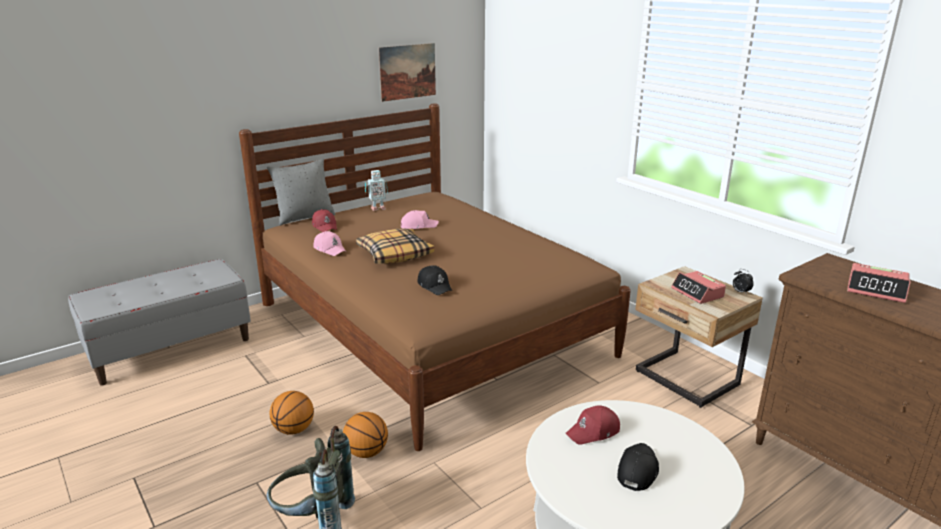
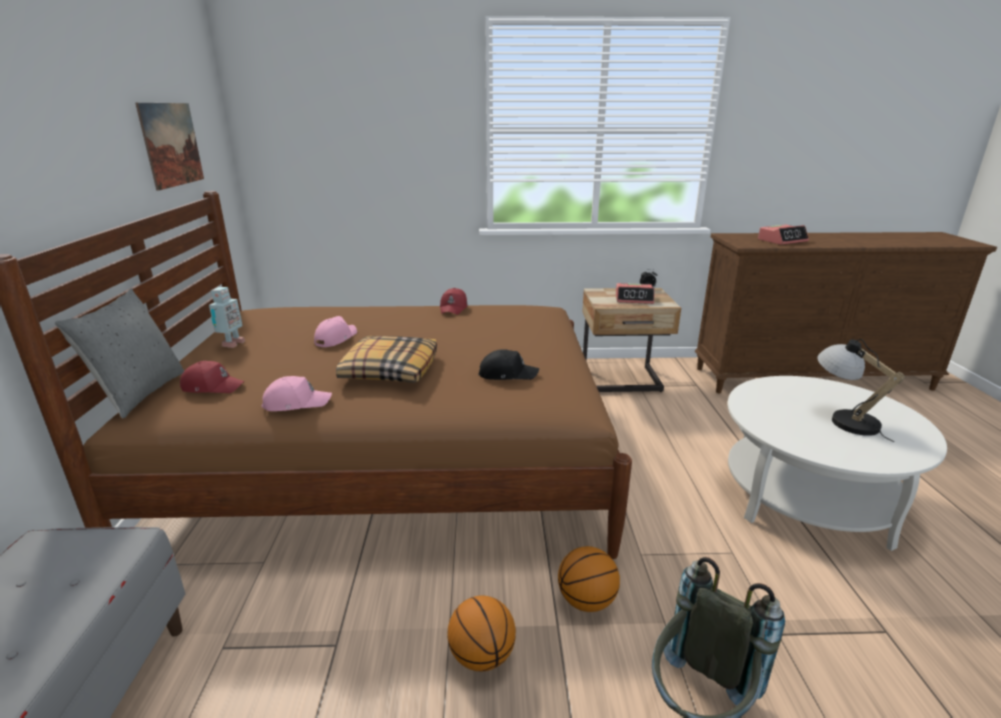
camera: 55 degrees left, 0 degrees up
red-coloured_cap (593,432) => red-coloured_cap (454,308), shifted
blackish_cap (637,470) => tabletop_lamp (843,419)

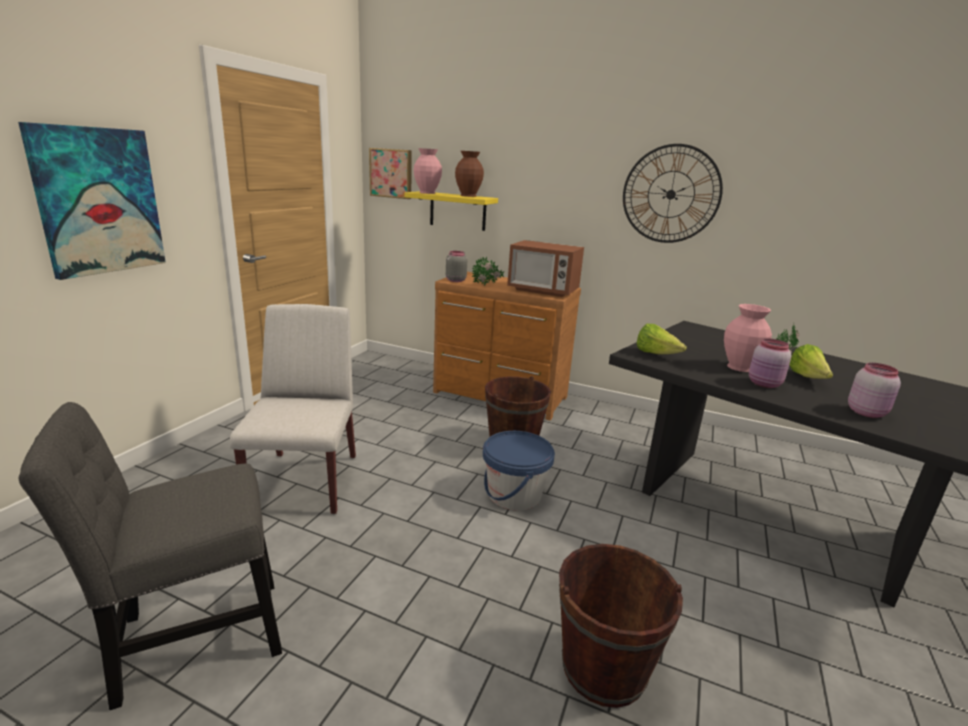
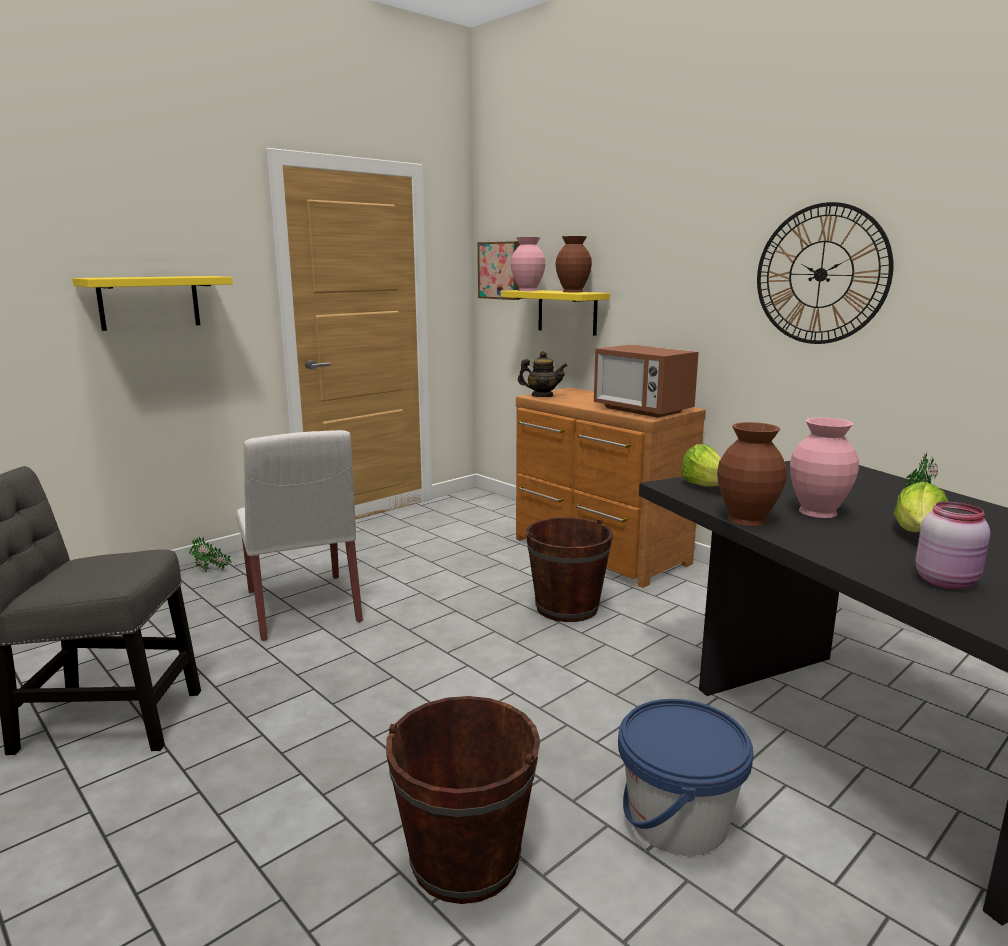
camera: 25 degrees right, 5 degrees down
wall_picture (99,201) => yellow_wall_shelf (149,302)
grey_preserve_jar (455,280) => tea_pot (542,396)
potted_plant (487,285) => potted_plant (211,571), shifted
whitish_plain_chair (305,481) => whitish_plain_chair (303,607), 135 degrees clockwise
pinkish_preserve_jar (764,384) => nothing
bluish_water_bucket (514,494) => bluish_water_bucket (677,819), shifted
nothing => brown_vase (747,519)

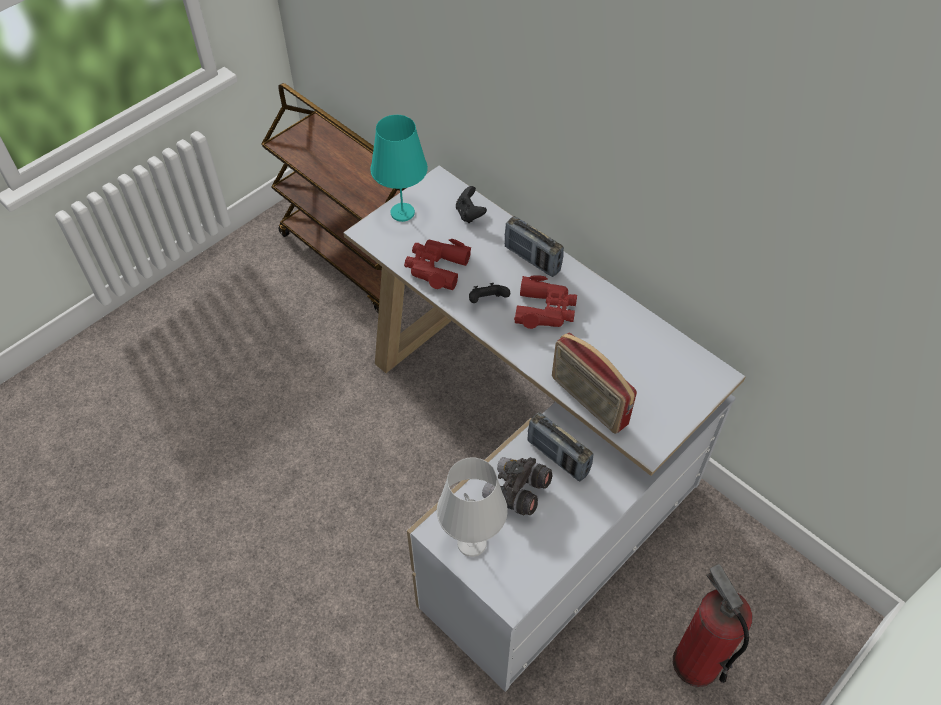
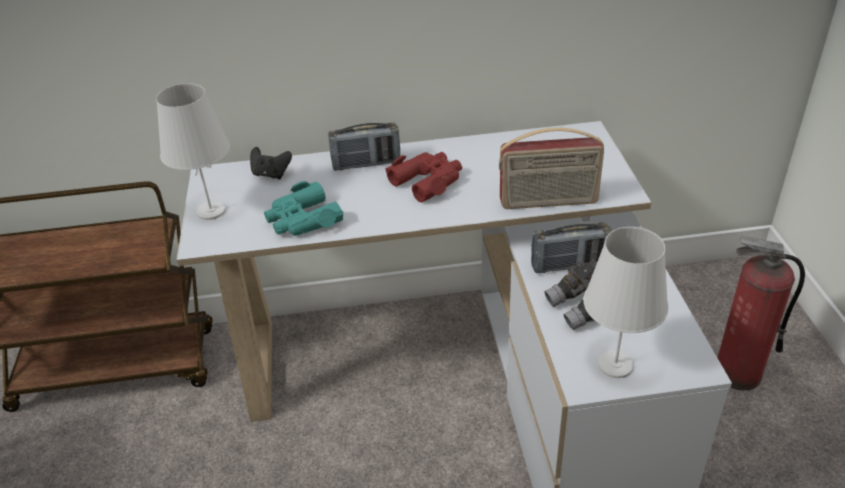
camera: 50 degrees left, 15 degrees down
turquoise_tabletop_lamp (403,212) => whitish_tabletop_lamp (211,210)
red-coloured_pair_of_binoculars (436,268) => turquoise_pair_of_binoculars (303,220)
blackish_gamepad (487,301) => nothing

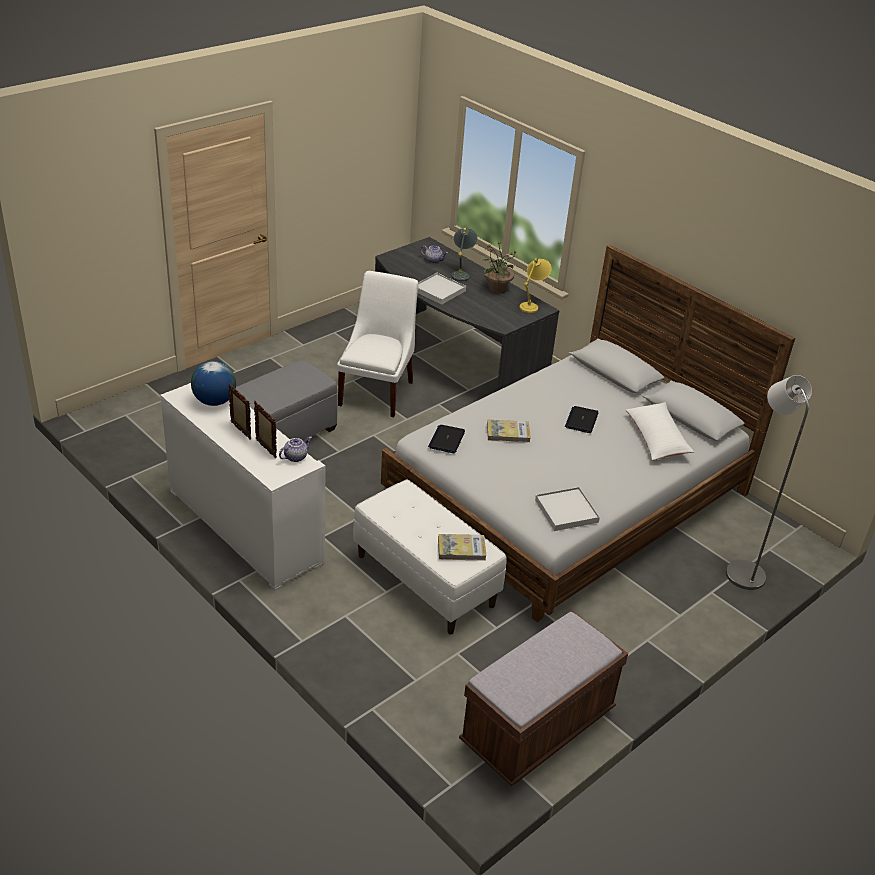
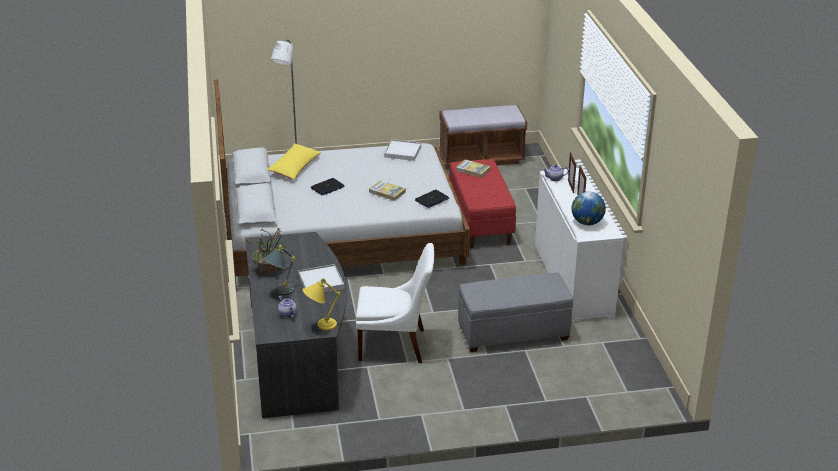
camera: 145 degrees left, 5 degrees down
yellow_tabletop_lamp (532,305) => yellow_tabletop_lamp (320,326), shifted
whitish_plain_chair (377,391) => whitish_plain_chair (395,345), 135 degrees counterclockwise
whitish_pillow (657,438) => yellow_pillow (294,167)
whitish_bench (426,580) => red-coloured_bench (479,222)

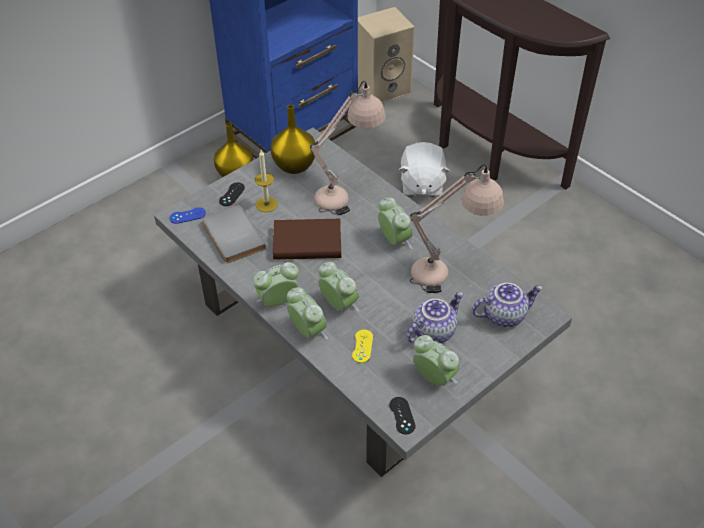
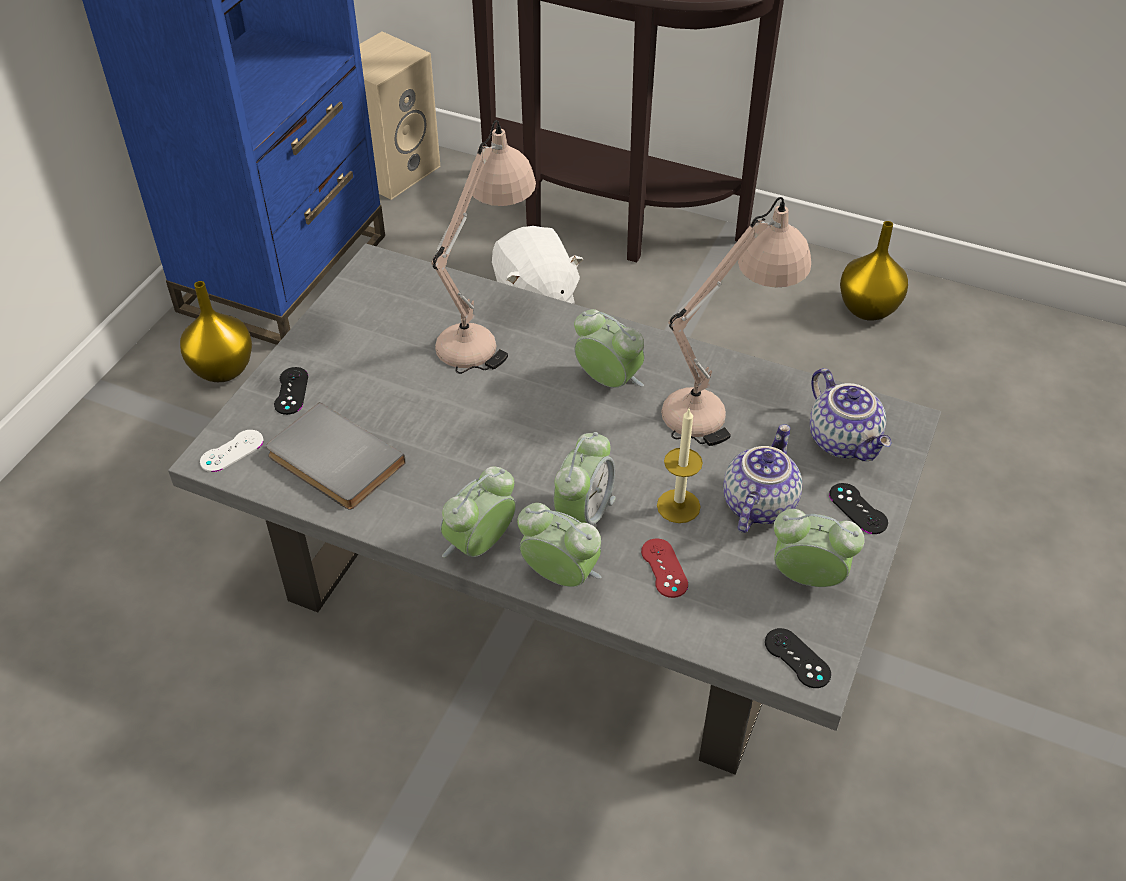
camera: 25 degrees left, 0 degrees up
yellow_vase (295,165) => yellow_vase (867,308), shifted
wax_light (266,204) => wax_light (678,506), shifted
bluish_gamepad (187,215) => whitish_gamepad (232,451)
brown_bound_book (307,243) => nothing
table_clock (338,305) => table_clock (584,514), 90 degrees clockwise
tea_pot (504,315) => tea_pot (845,441), 105 degrees clockwise
yellow_gamepad (362,346) => red-coloured_gamepad (664,568)
nothing => blackish_gamepad (858,509)

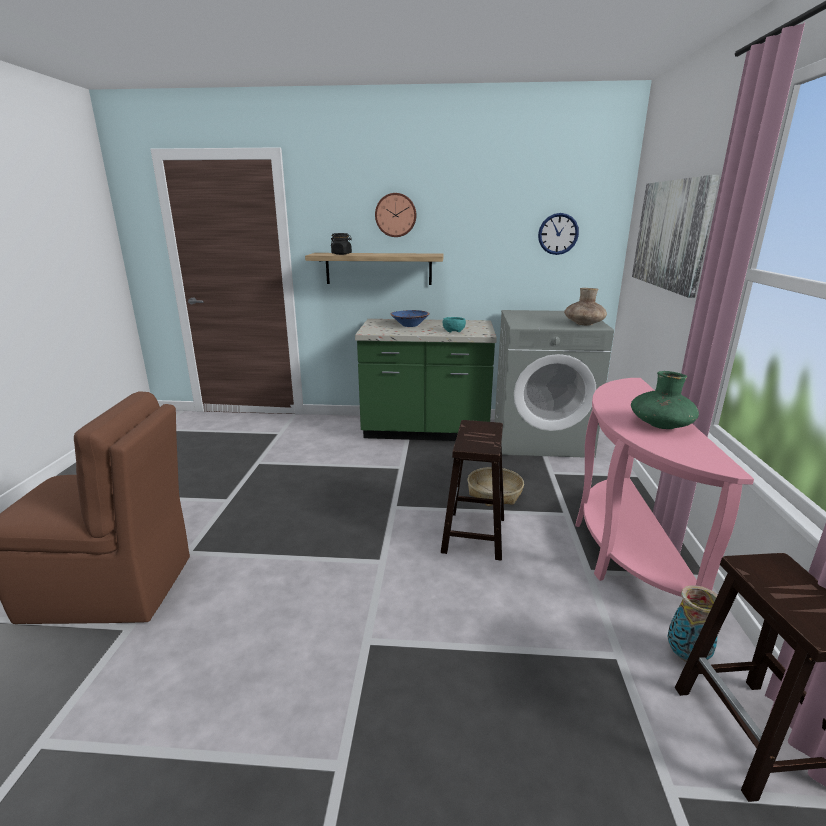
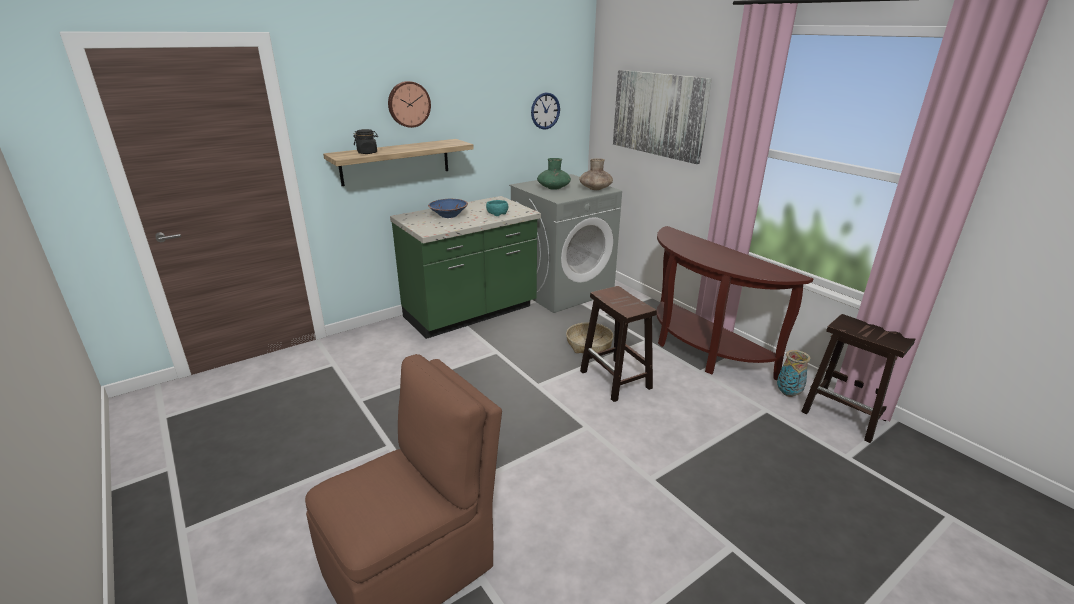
camera: 40 degrees left, 5 degrees up
green_vase (660,425) => green_vase (553,188), shifted
pinkish_console_table (623,550) => brown_console_table (700,350)

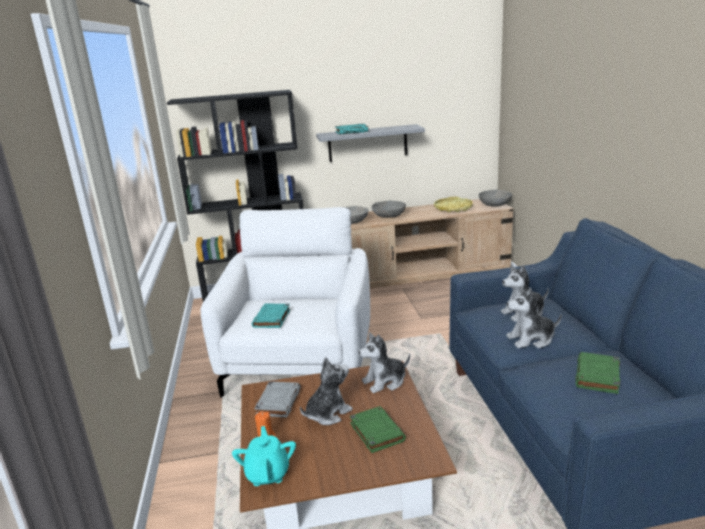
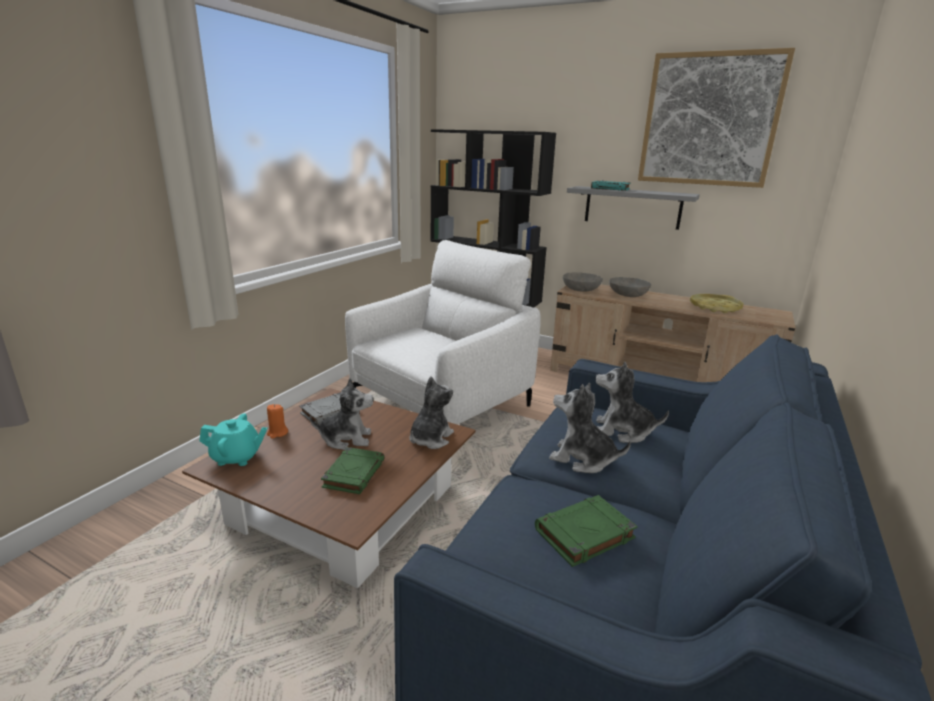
camera: 35 degrees right, 0 degrees up
grey_deep_dish (494,205) => nothing
turquoise_bound_book (272,319) => nothing
soft_toy (385,381) => soft_toy (430,438), 105 degrees clockwise
turquoise_tea_pot (268,473) => turquoise_tea_pot (237,457), 60 degrees clockwise
nothing => wall_picture (709,120)

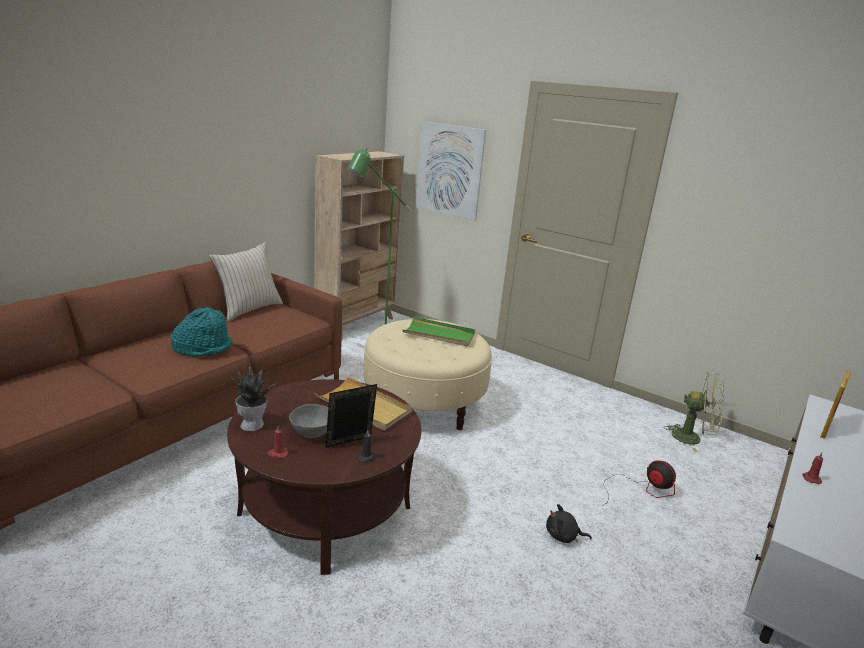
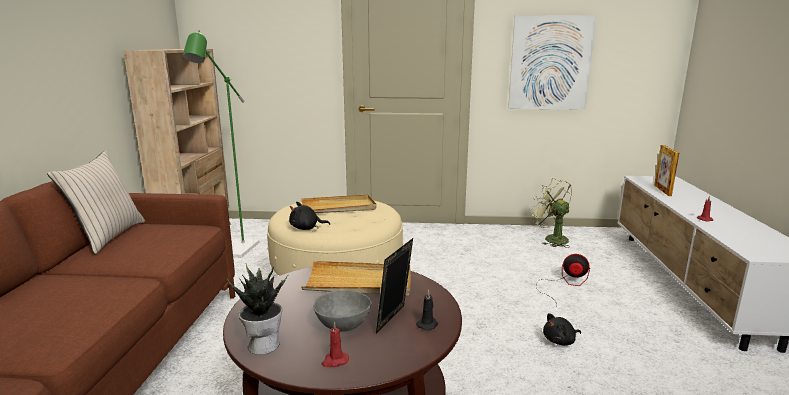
camera: 30 degrees left, 5 degrees down
wall_picture (449,170) => wall_picture (550,63), shifted
turquoise_clothing_hat (203,347) => nothing
green_carrying_tray (439,334) => beige_carrying_tray (339,207)
green_fan (693,438) => green_fan (551,239), 120 degrees counterclockwise
nothing => blackish_soft_toy (306,228)

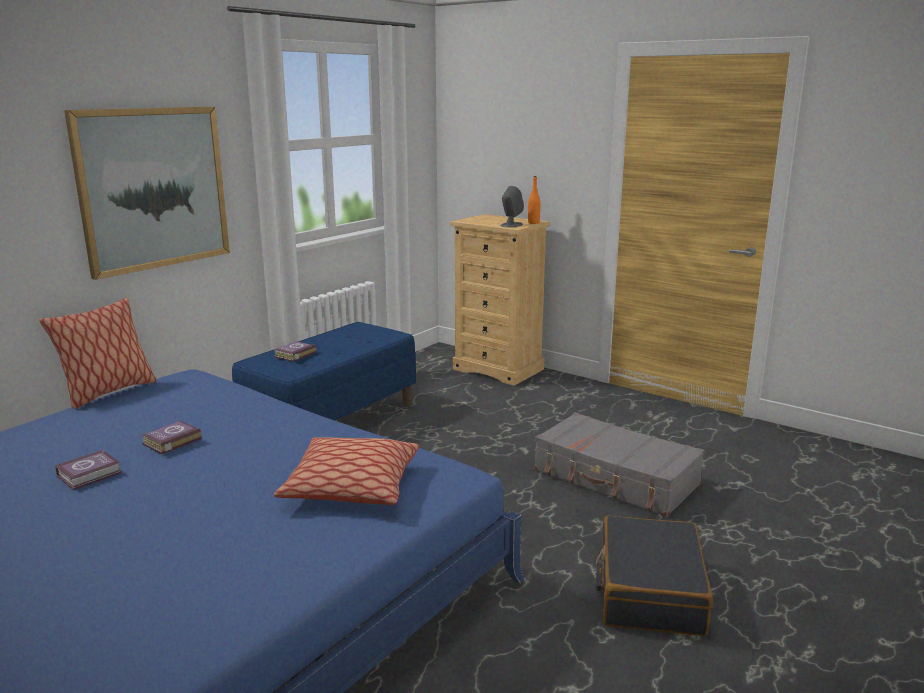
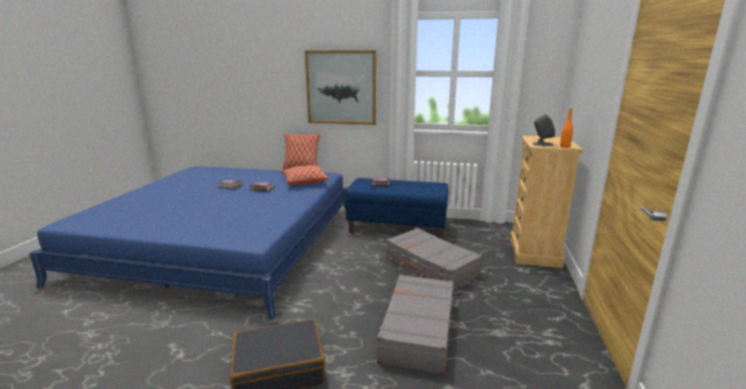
camera: 65 degrees right, 0 degrees up
pillow (351,486) => pillow (304,181), shifted
nothing => grey_suitcase (430,267)

